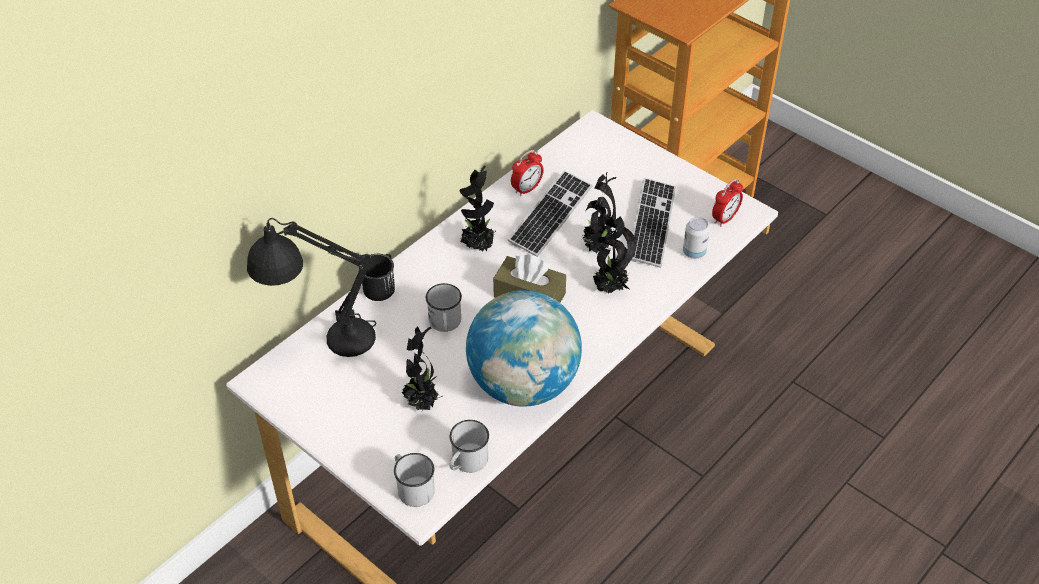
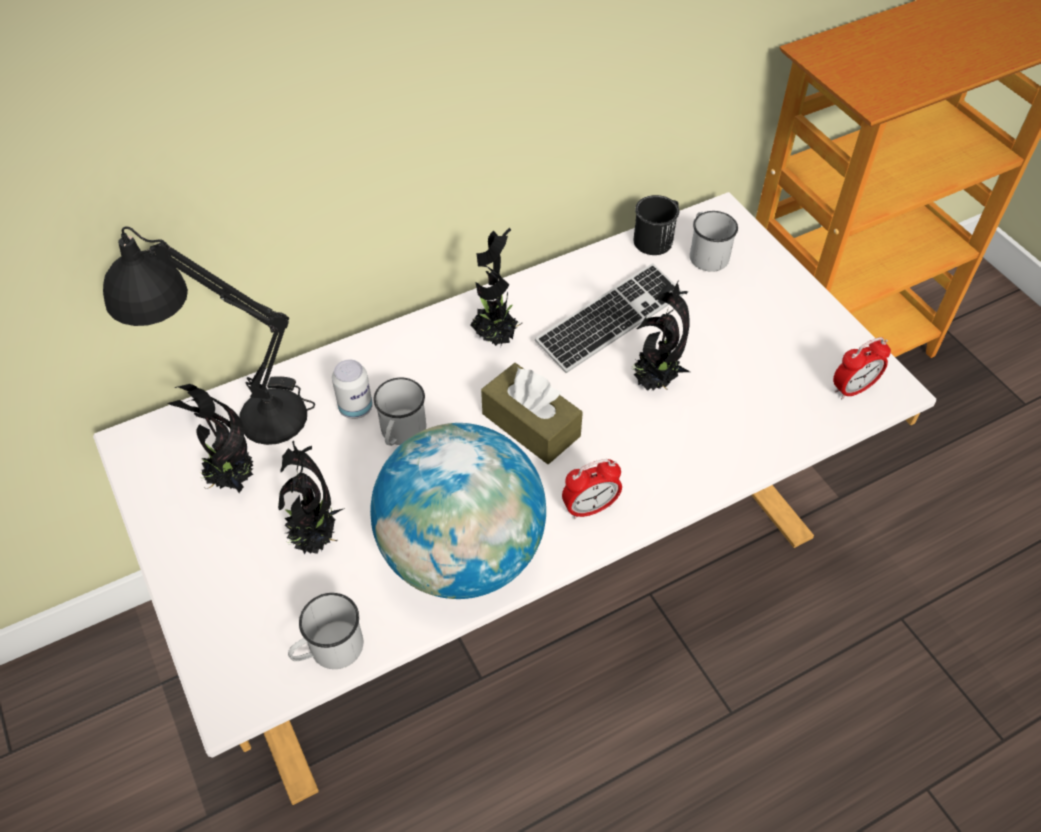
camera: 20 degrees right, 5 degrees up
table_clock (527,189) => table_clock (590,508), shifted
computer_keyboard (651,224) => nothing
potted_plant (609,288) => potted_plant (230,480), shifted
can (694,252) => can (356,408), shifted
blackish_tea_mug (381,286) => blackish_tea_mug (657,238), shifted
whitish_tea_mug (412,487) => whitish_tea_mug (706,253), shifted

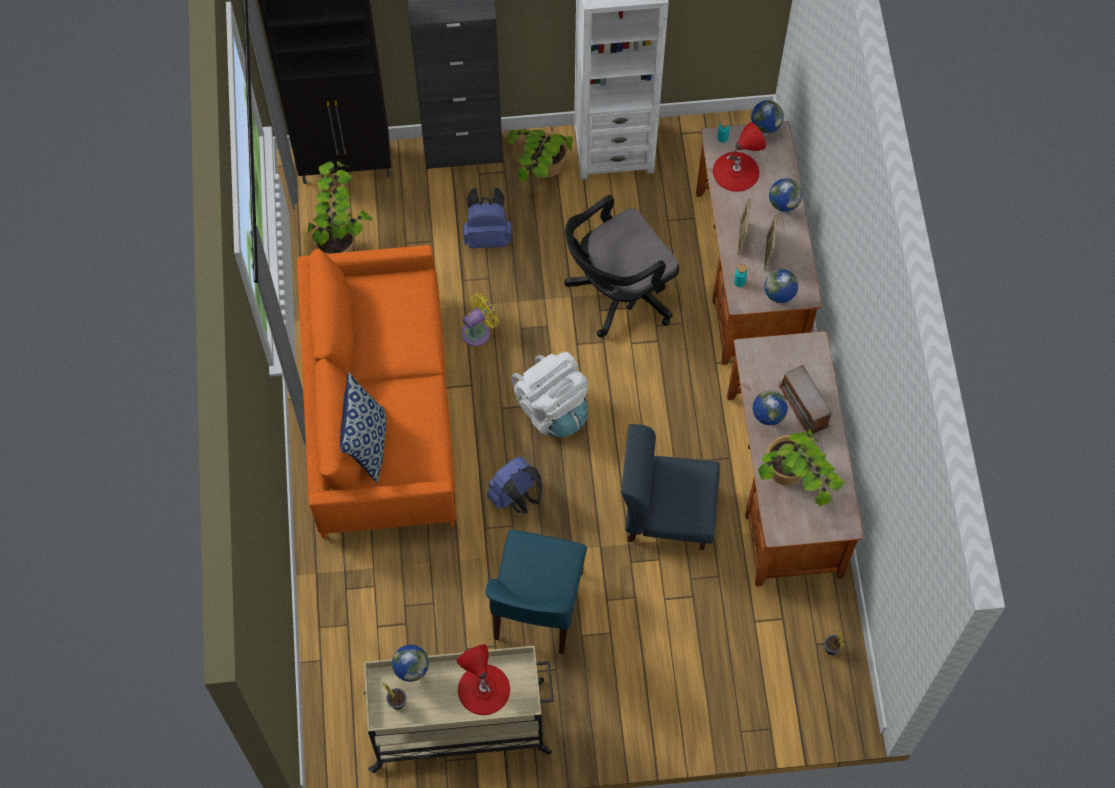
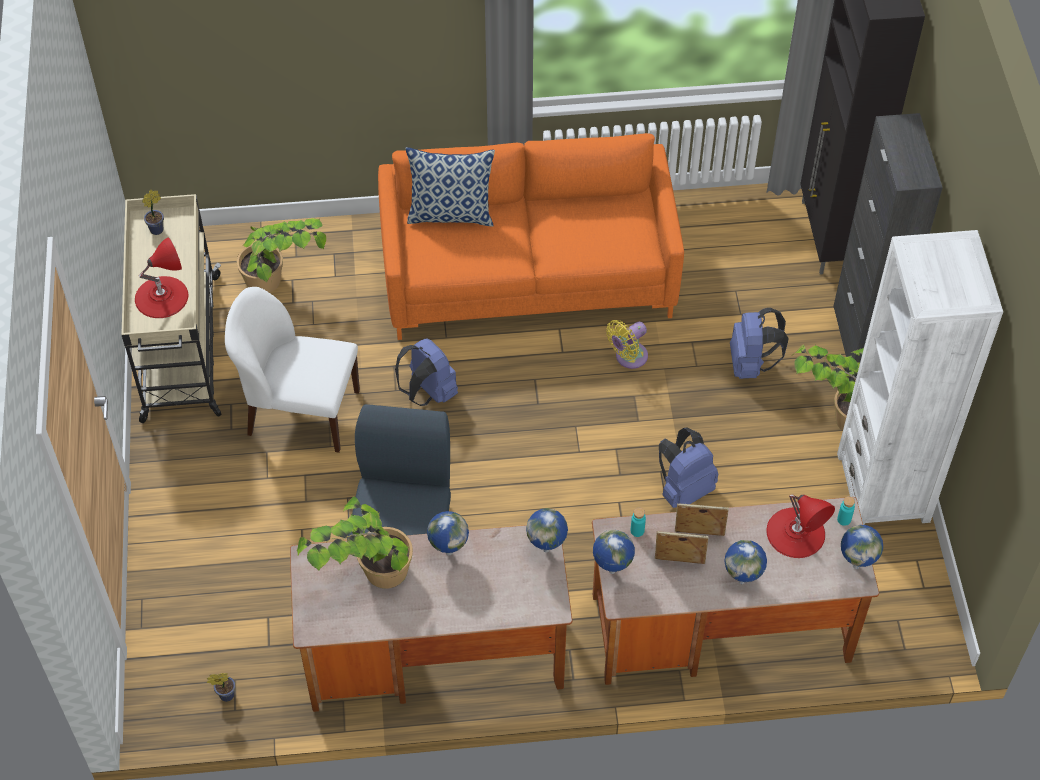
camera: 90 degrees right, 10 degrees down
potted_plant (341,236) => potted_plant (281,283), shifted
blackish_computer_chair (617,293) => bluish_knapsack (684,489)
yellow_fan (478,331) => yellow_fan (628,357), 90 degrees clockwise
whitish_knapsack (552,409) => nothing
radio_set (804,407) => nothing
bluish_plain_chair (537,607) => whitish_plain_chair (301,412)
globe (412,672) => globe (547,549), shifted

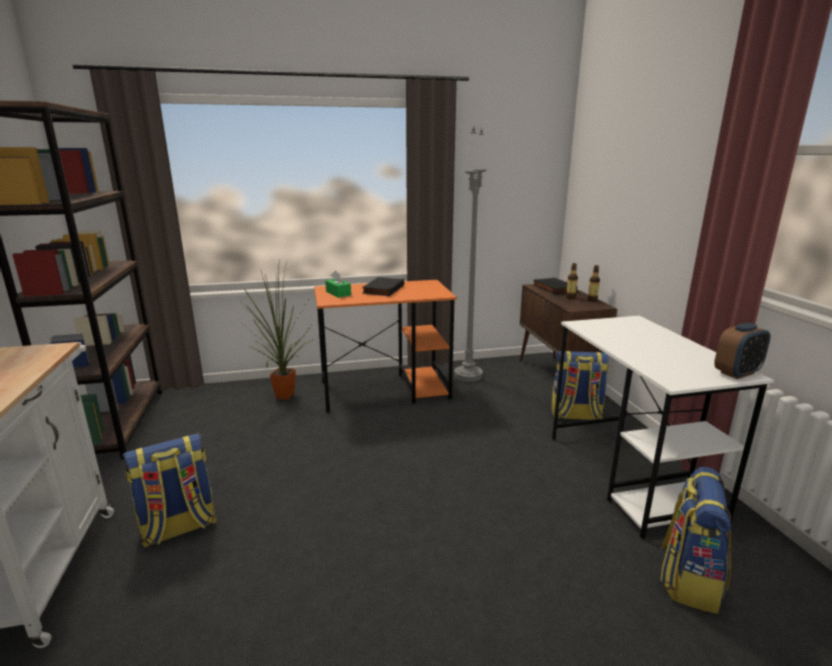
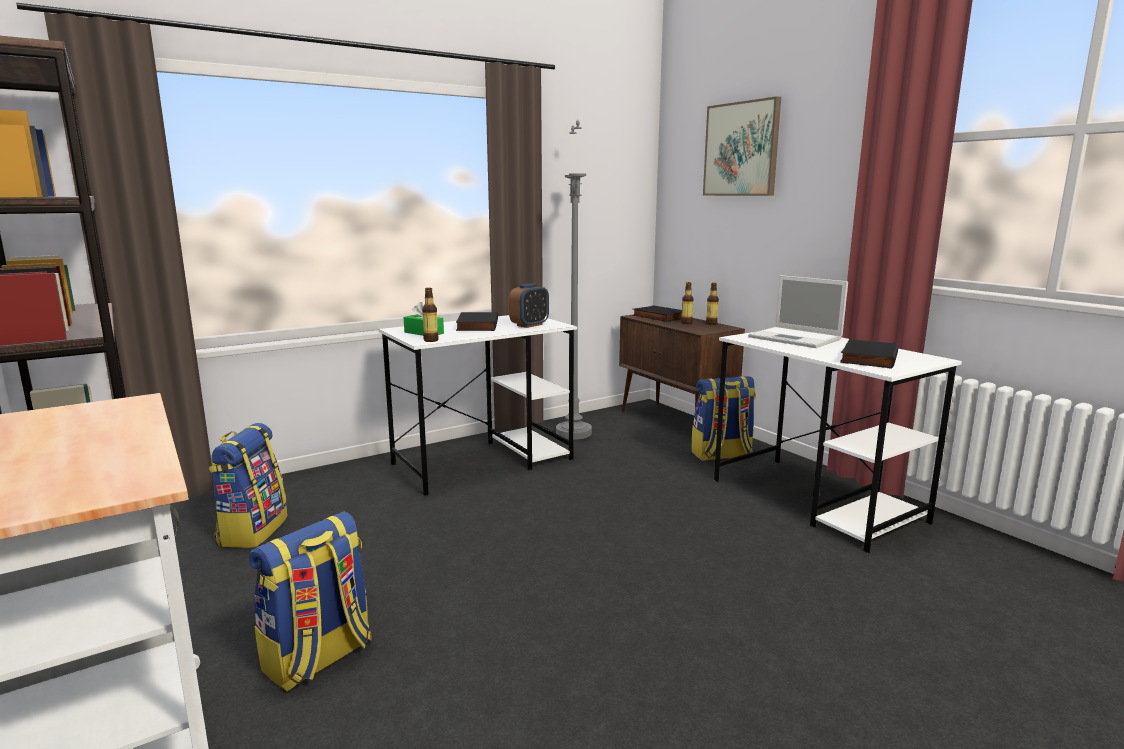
camera: 20 degrees left, 5 degrees down
potted_plant (283,398) => nothing
orange_desk_table (386,390) => whitish_desk_table (484,461)
table_clock (737,373) => table_clock (529,325), shifted
knapsack (688,578) => knapsack (252,530), shifted
nothing => wall_picture (741,149)
nothing => portable_computer (796,338)
nothing => bottle (431,340)
nothing => blackish_bound_book (867,358)

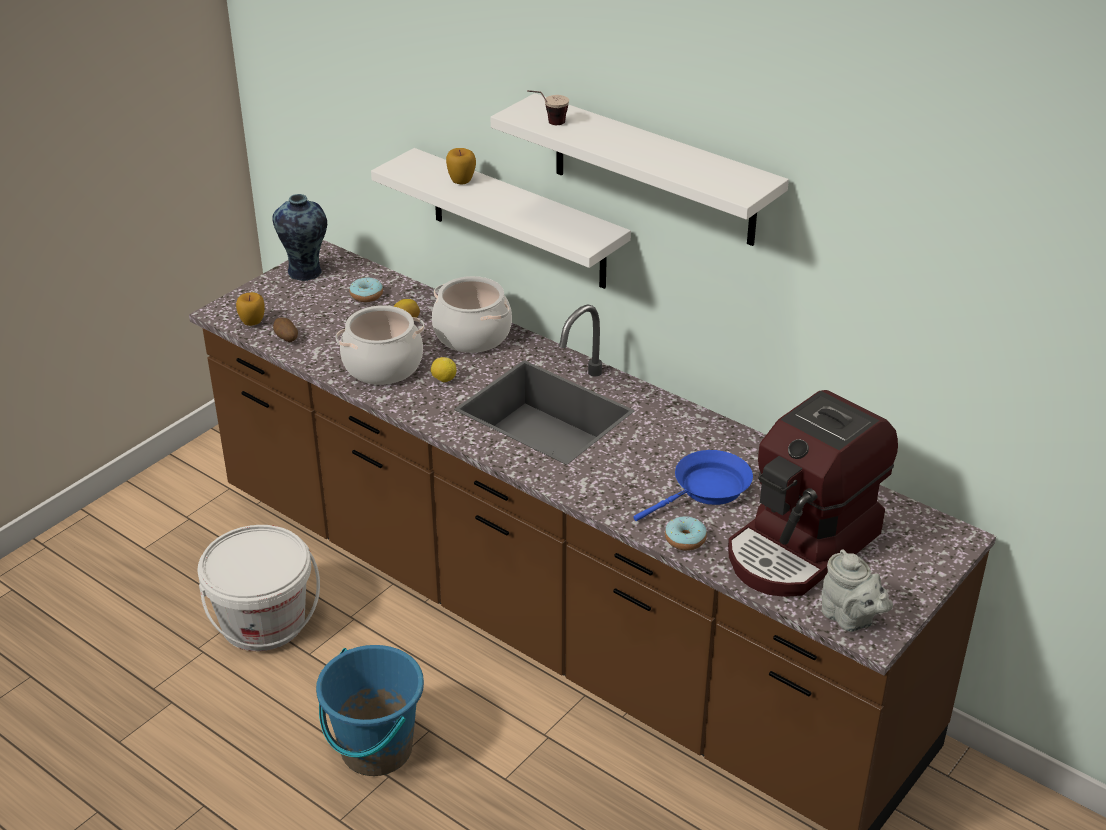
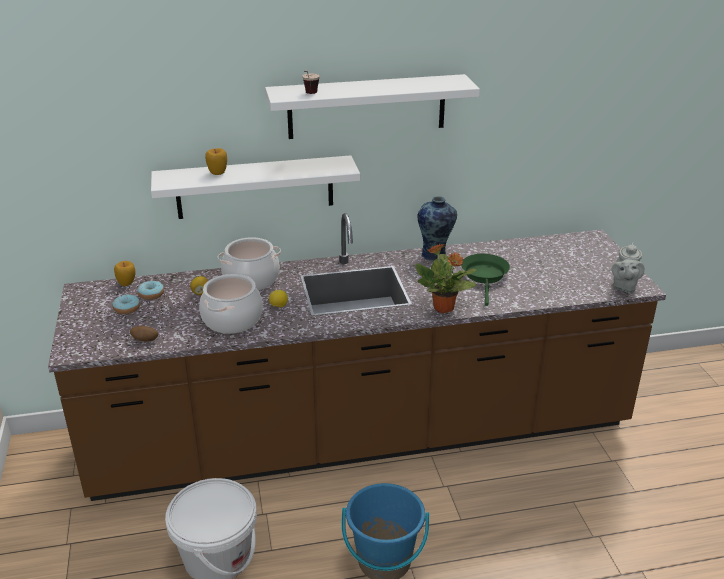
camera: 50 degrees left, 5 degrees down
vase (305,273) => vase (435,255), shifted
apple (252,323) => apple (127,283), shifted
coffee_brewer (803,547) => nothing
bluish_skillet (706,490) => green_skillet (485,277)
doughnut (685,539) => doughnut (127,309), shifted
grey_tea_pot (850,619) => grey_tea_pot (624,286), 105 degrees clockwise
nothing => potted_plant (444,308)

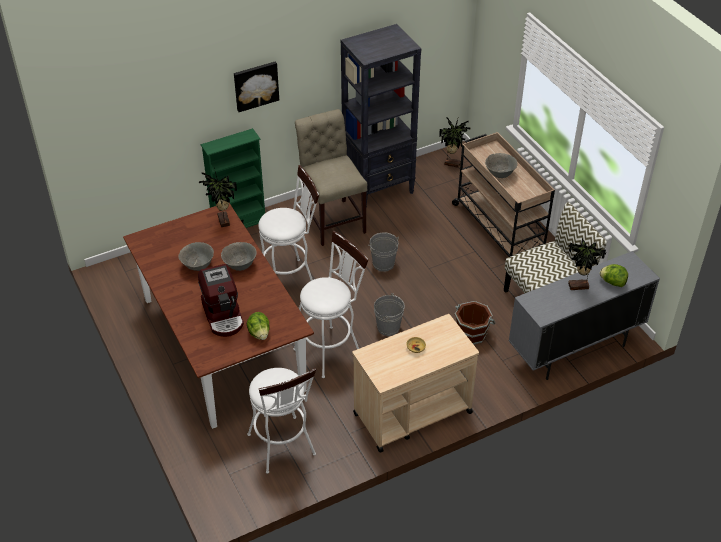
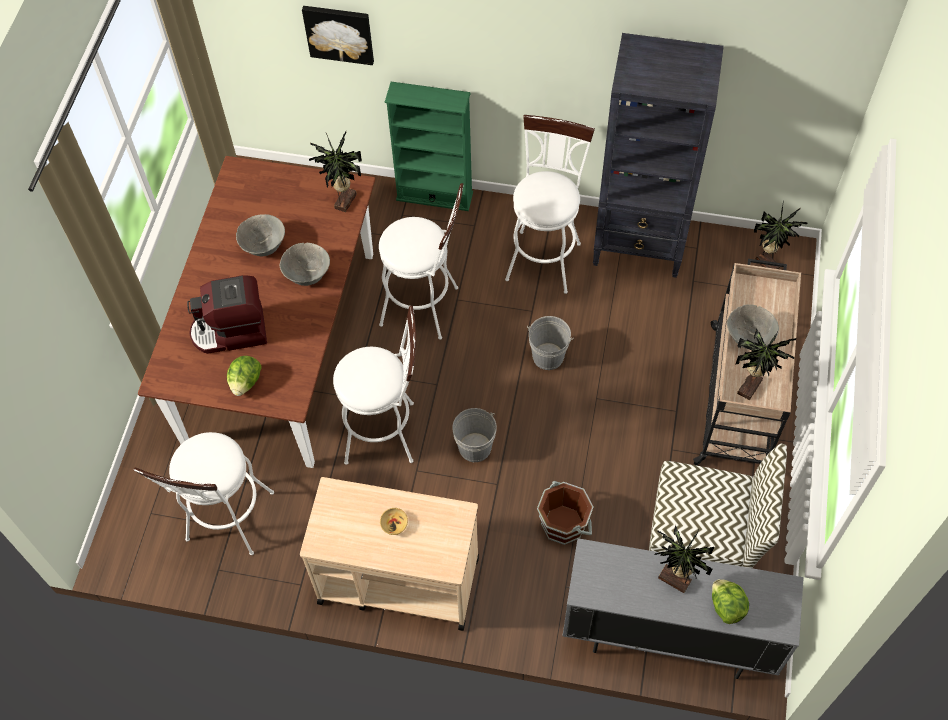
camera: 40 degrees right, 15 degrees up
wall_picture (255,85) => wall_picture (339,33), shifted
beige_plain_chair (332,219) => whitish_stool_seat (544,255)
coffee_brewer (224,315) => coffee_brewer (231,332), 60 degrees clockwise
nothing => potted_plant (751,387)

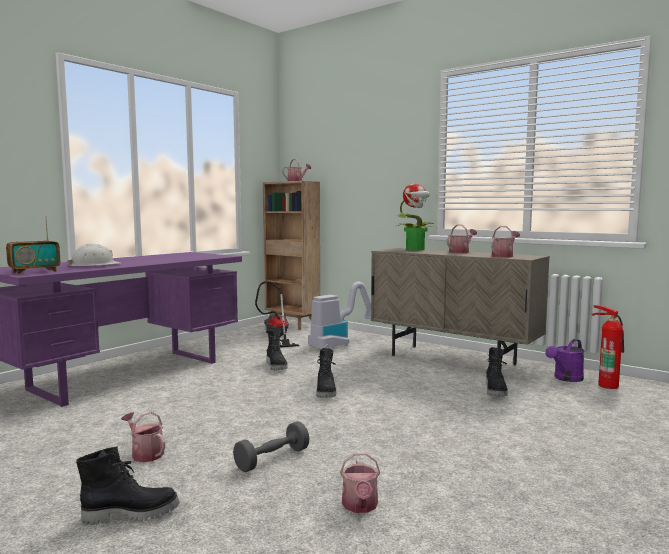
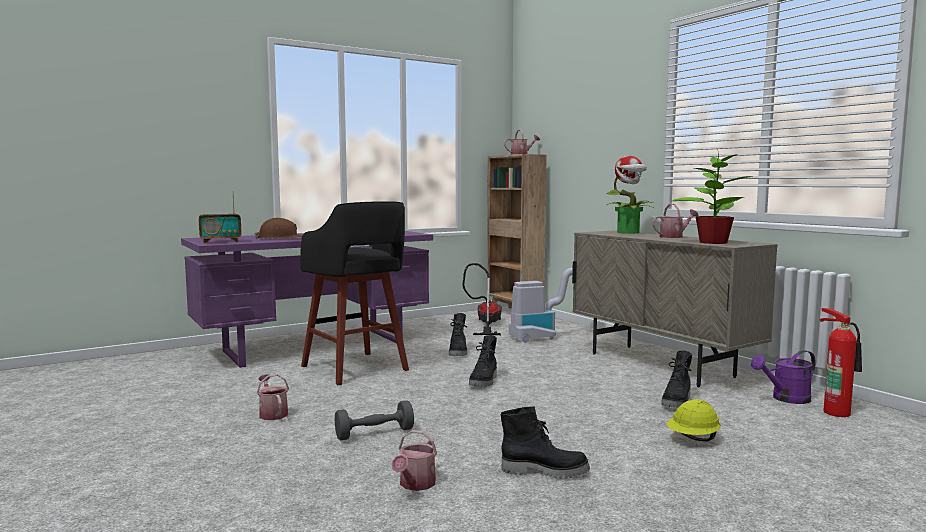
camera: 20 degrees right, 0 degrees up
watering_can (503,256) => potted_plant (712,242)
whitish_hard_hat (95,265) => brown_hard_hat (280,238)
blackish_high-top_boot (131,513) => blackish_high-top_boot (544,471), shifted
nothing => blackish_stool_seat (356,369)
nothing => yellow_hard_hat (693,439)

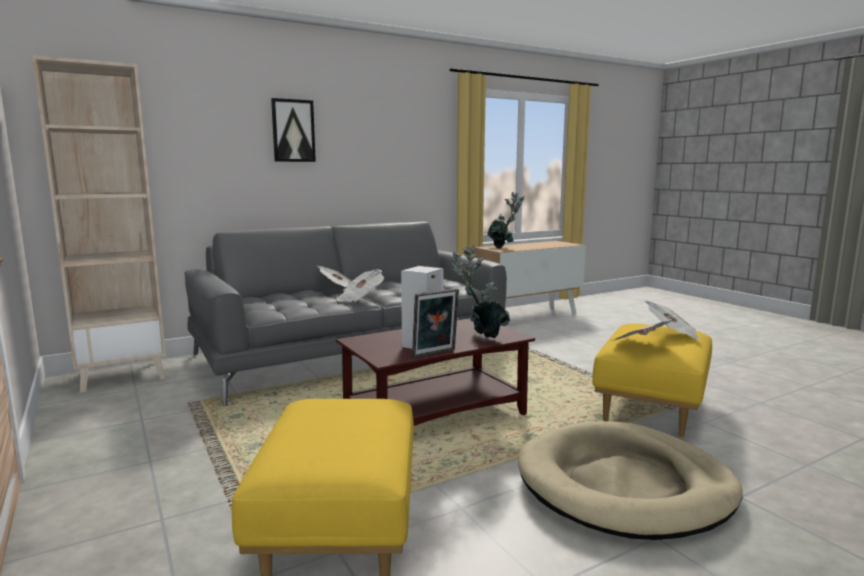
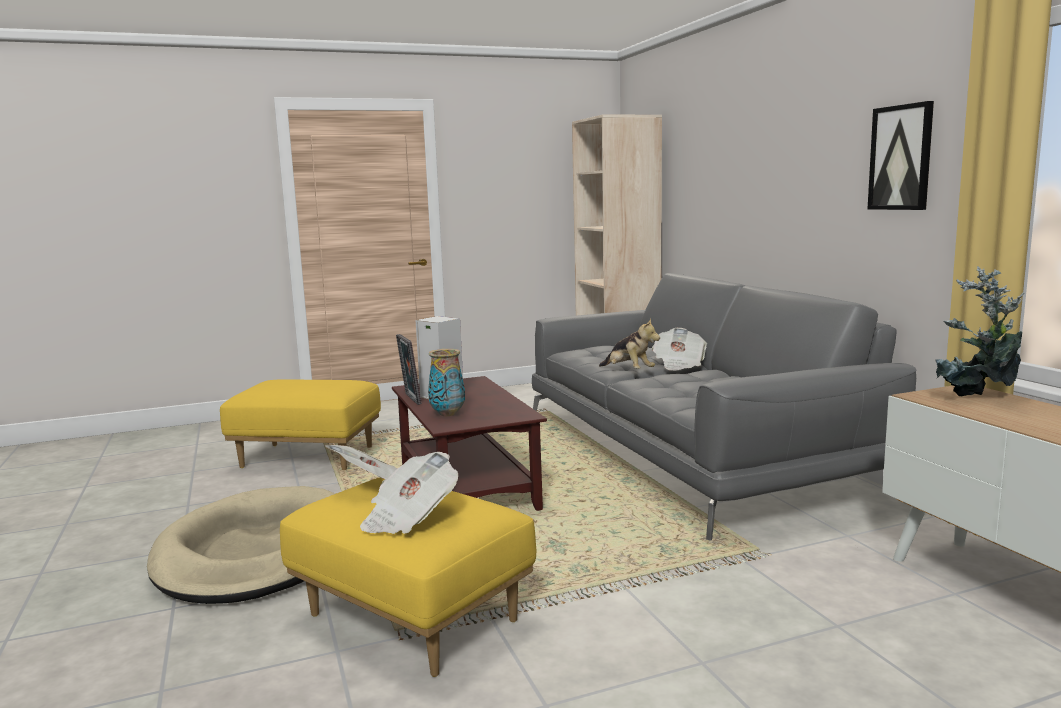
camera: 100 degrees right, 0 degrees up
wall_picture (293,131) => wall_picture (901,158), shifted
potted_plant (481,338) => vase (448,414)
daily_paper (360,298) => soft_toy (628,371)

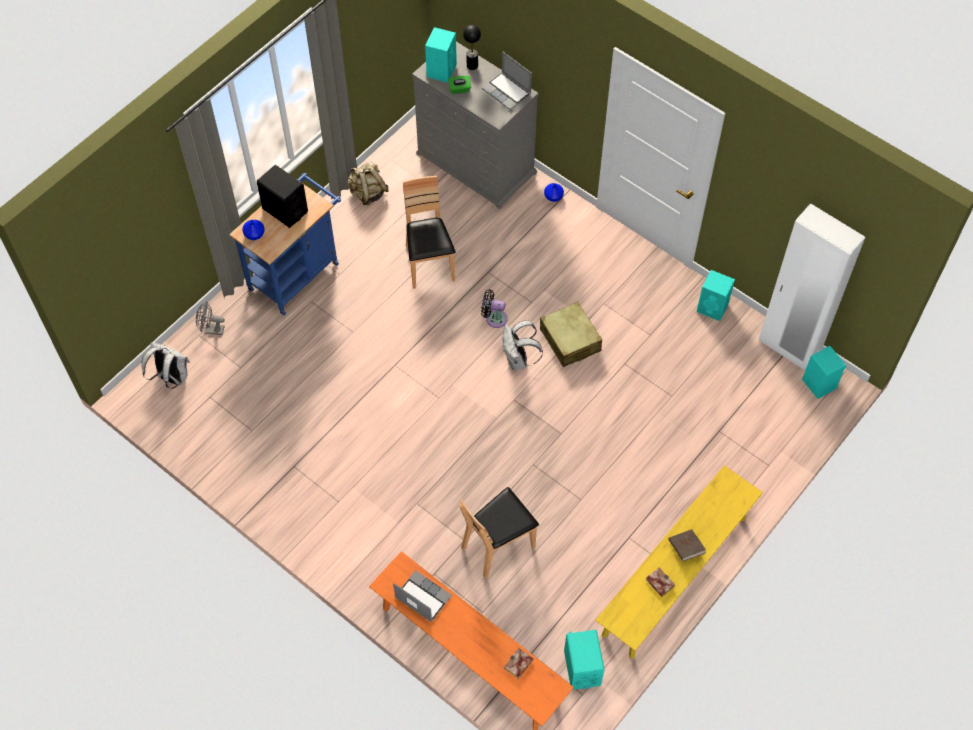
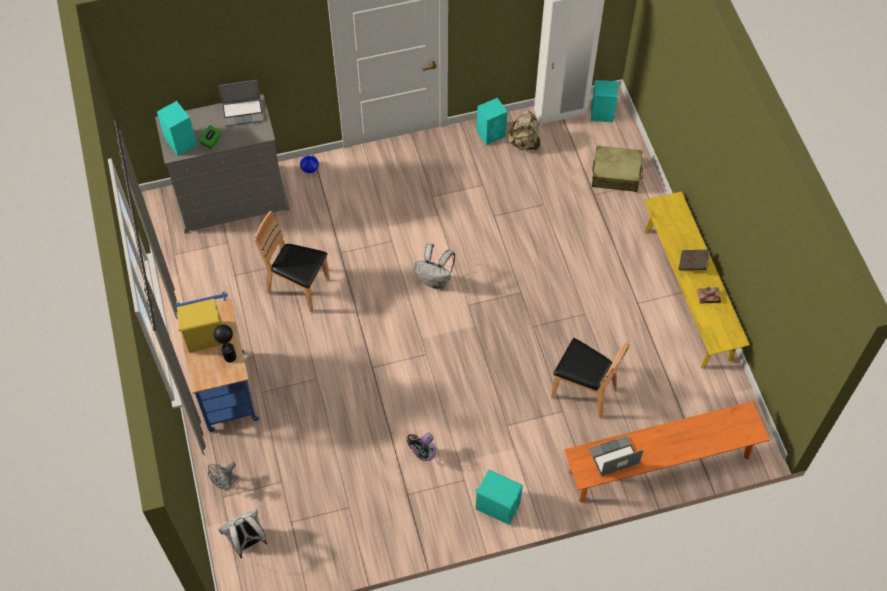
camera: 55 degrees left, 0 degrees up
blackish_tabletop_lamp (472,65) => blackish_tabletop_lamp (230,357), shifted
beige_knapsack (368,193) => beige_knapsack (524,142), shifted
blackish_loudspeaker (285,210) => yellow_loudspeaker (205,337)
bluish_vase (254,234) => nothing
blackish_fan (494,318) => blackish_fan (423,452), shifted
beige_suitcase (570,340) => beige_suitcase (616,174), shifted
brown_plain_chair (498,546) => brown_plain_chair (583,391), 60 degrees counterclockwise
turquoise_loudspeaker (582,668) => turquoise_loudspeaker (497,506), shifted
bound_book (518,665) => nothing

